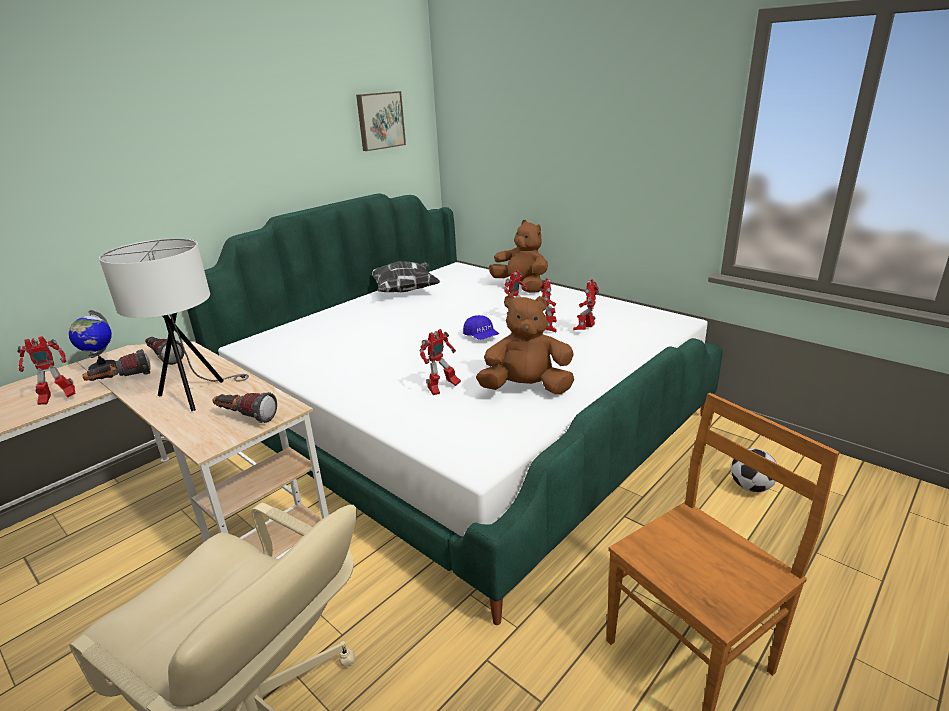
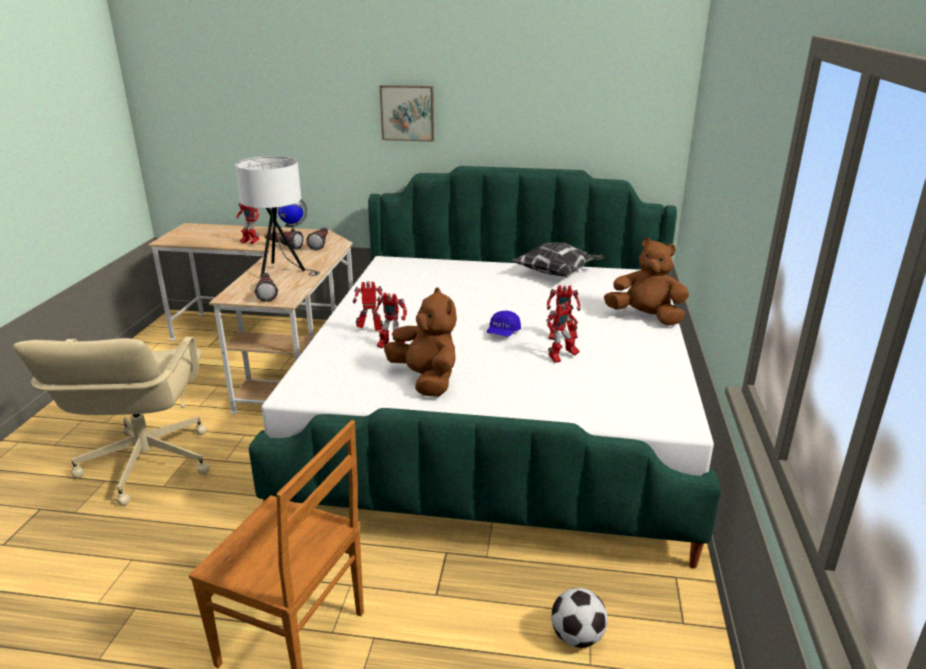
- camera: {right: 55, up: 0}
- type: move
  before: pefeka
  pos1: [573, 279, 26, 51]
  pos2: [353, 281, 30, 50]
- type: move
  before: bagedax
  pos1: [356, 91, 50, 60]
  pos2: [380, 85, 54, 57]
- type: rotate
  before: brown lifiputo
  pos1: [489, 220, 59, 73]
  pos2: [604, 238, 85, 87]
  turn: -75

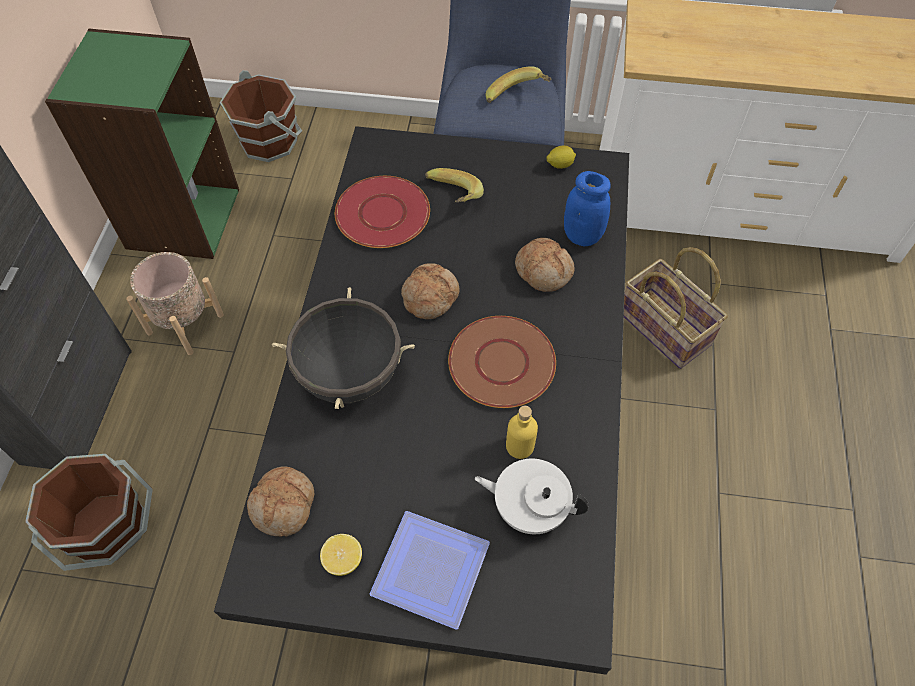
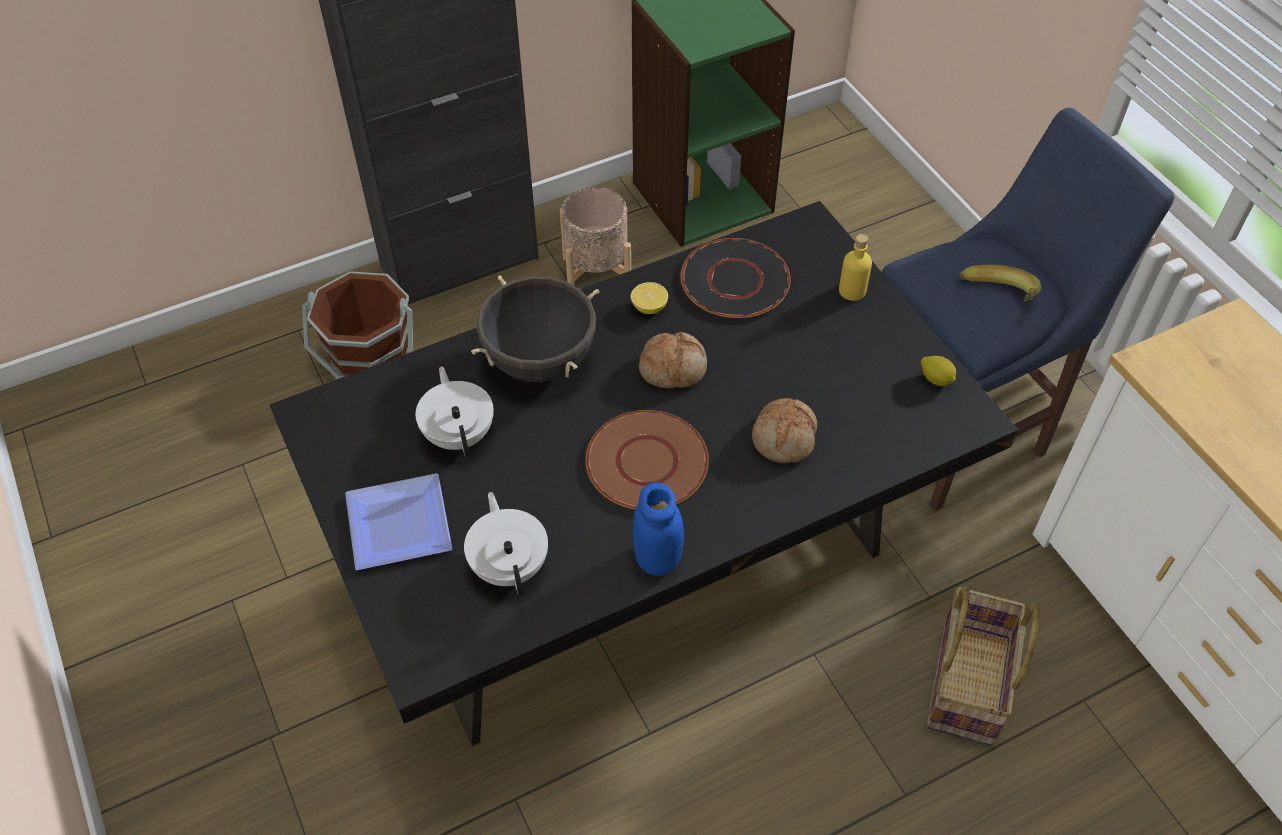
- camera: {right: 55, up: -5}
- type: insert
  after: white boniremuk
  pos2: [415, 366, 79, 91]
- type: move
  before: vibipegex
  pos1: [320, 534, 42, 42]
  pos2: [631, 282, 37, 32]
- type: move
  before: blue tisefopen
  pos1: [564, 171, 47, 76]
  pos2: [632, 483, 52, 93]
- type: recolor
  before: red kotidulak
  after: black kotidulak
  pos1: [335, 176, 95, 72]
  pos2: [681, 238, 110, 80]
- type: move
  before: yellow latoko
  pos1: [506, 406, 32, 53]
  pos2: [839, 234, 33, 67]
- type: delete
  before: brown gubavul
  pos1: [220, 70, 82, 92]
- type: delete
  before: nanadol
  pos1: [247, 467, 67, 70]
- type: delete
  before: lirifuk
  pos1: [425, 168, 59, 35]

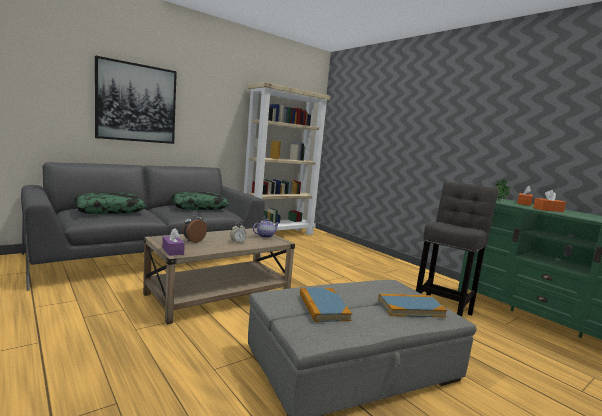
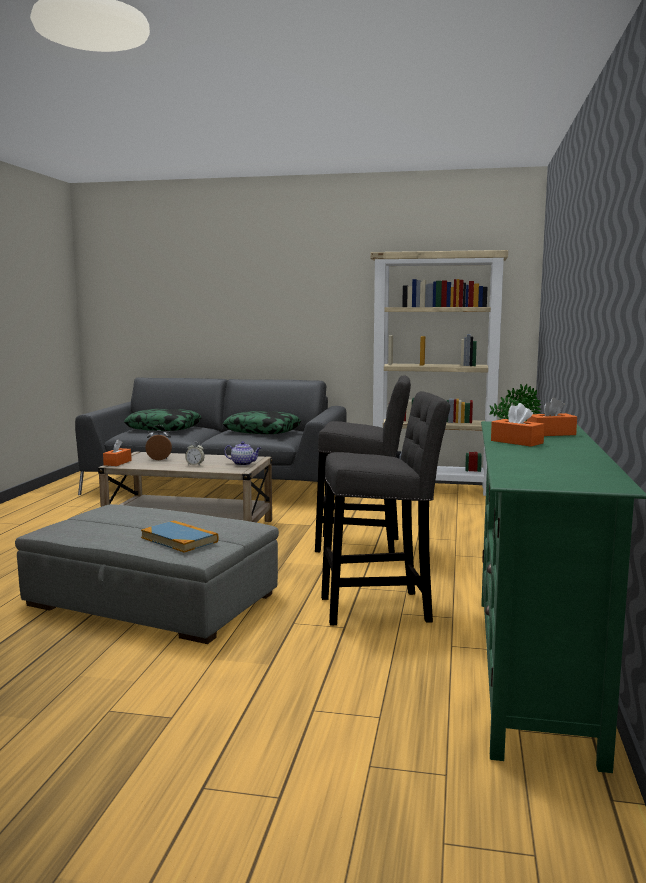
- camera: {right: 50, up: 0}
- type: recolor
  before: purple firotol
  after: orange firotol
  pos1: [162, 229, 23, 27]
  pos2: [103, 439, 29, 27]
- type: insert
  after: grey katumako
  pos2: [315, 375, 96, 178]
- type: delete
  before: bagedax
  pos1: [95, 56, 82, 88]
- type: delete
  before: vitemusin
  pos1: [300, 288, 52, 34]

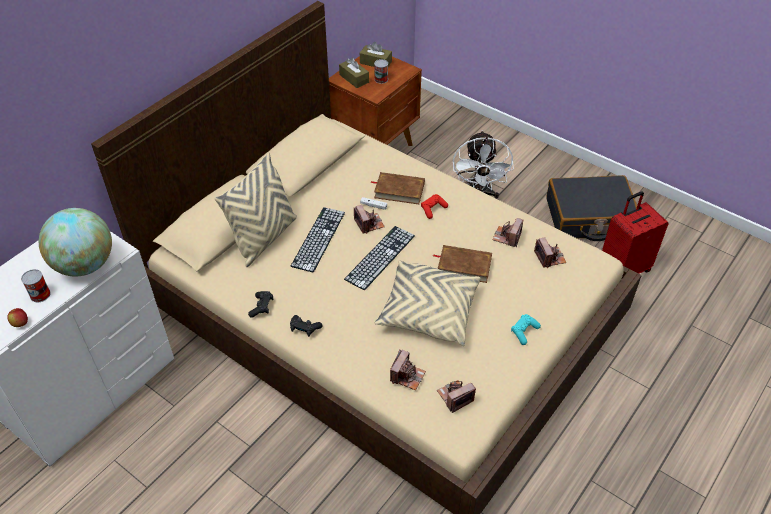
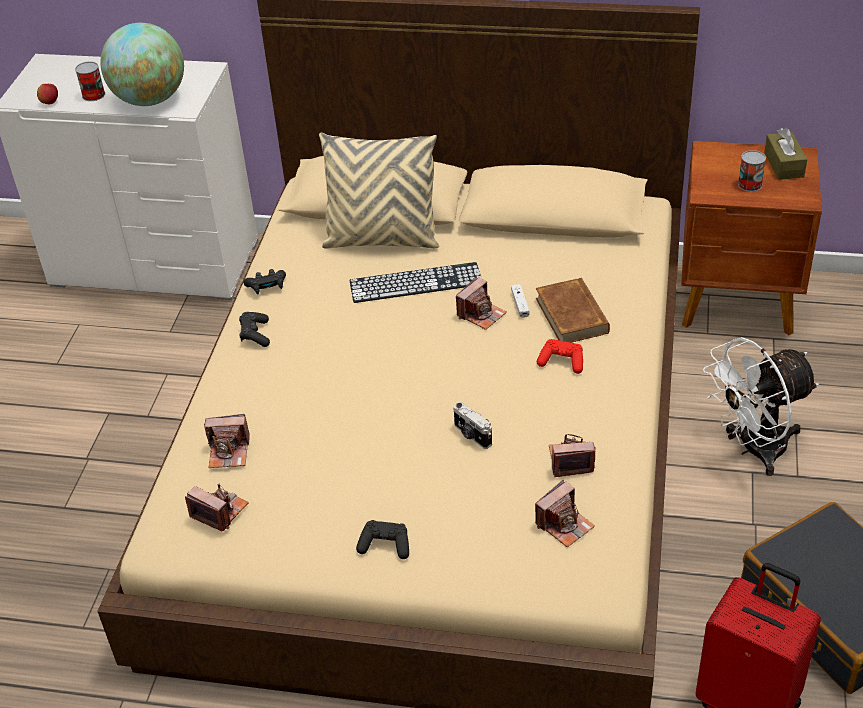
- camera: {right: 65, up: -5}
- type: recolor
  before: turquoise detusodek
  after: black detusodek
  pos1: [511, 314, 30, 31]
  pos2: [356, 520, 53, 39]
- type: replace
  before: brown vitemusin
  after: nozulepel
  pos1: [433, 245, 59, 38]
  pos2: [453, 402, 39, 47]
- type: delete
  before: brown firotol
  pos1: [339, 57, 30, 31]
- type: delete
  before: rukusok
  pos1: [344, 226, 71, 65]
- type: delete
  before: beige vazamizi
  pos1: [375, 260, 105, 86]

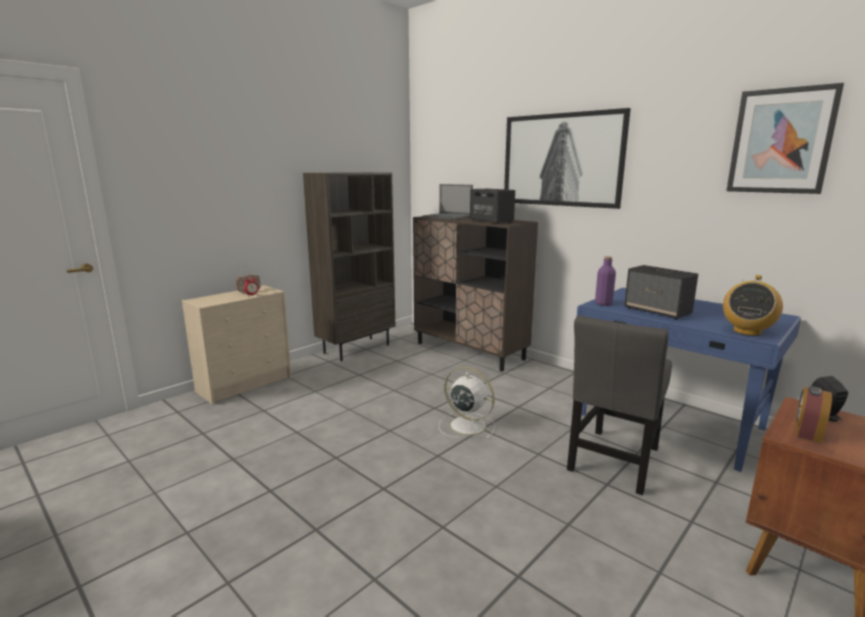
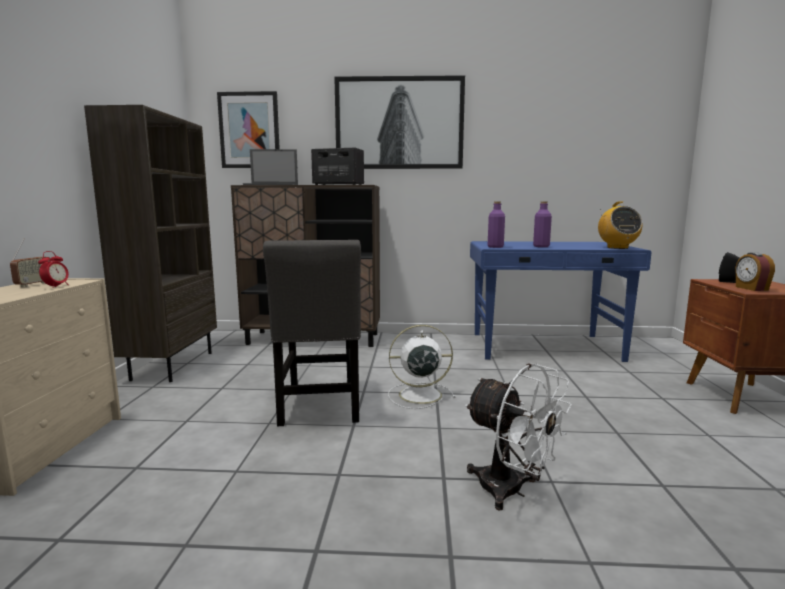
- camera: {right: -40, up: -5}
- type: move
  before: bagedax
  pos1: [727, 83, 117, 111]
  pos2: [217, 91, 63, 77]
- type: move
  before: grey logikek
  pos1: [567, 316, 105, 179]
  pos2: [263, 240, 98, 186]
- type: insert
  after: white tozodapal
  pos2: [465, 363, 107, 148]
- type: replace
  before: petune
  after: purple latoko
  pos1: [624, 265, 74, 55]
  pos2: [533, 202, 19, 45]

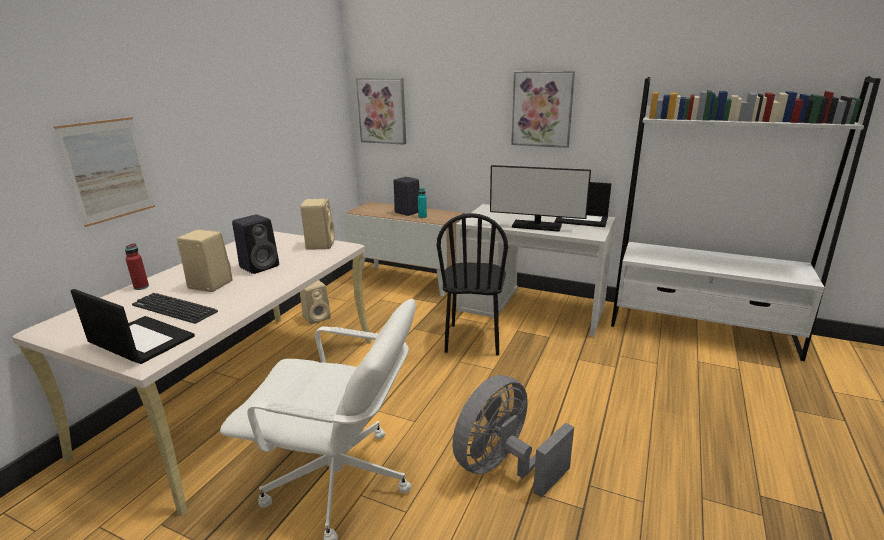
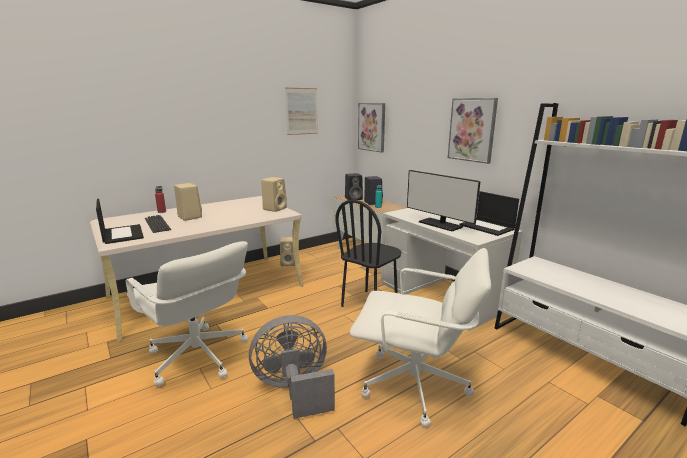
- camera: {right: 30, up: -5}
- type: move
  before: bagedax
  pos1: [53, 117, 102, 110]
  pos2: [285, 88, 33, 47]
- type: move
  before: black petune
  pos1: [232, 214, 47, 60]
  pos2: [345, 173, 18, 27]
- type: insert
  after: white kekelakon
  pos2: [350, 248, 141, 179]

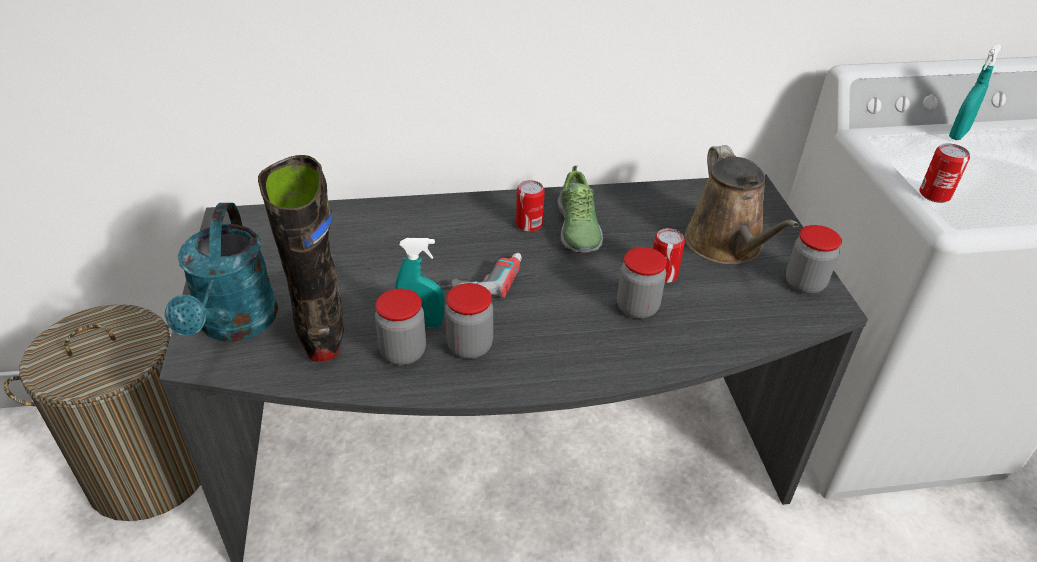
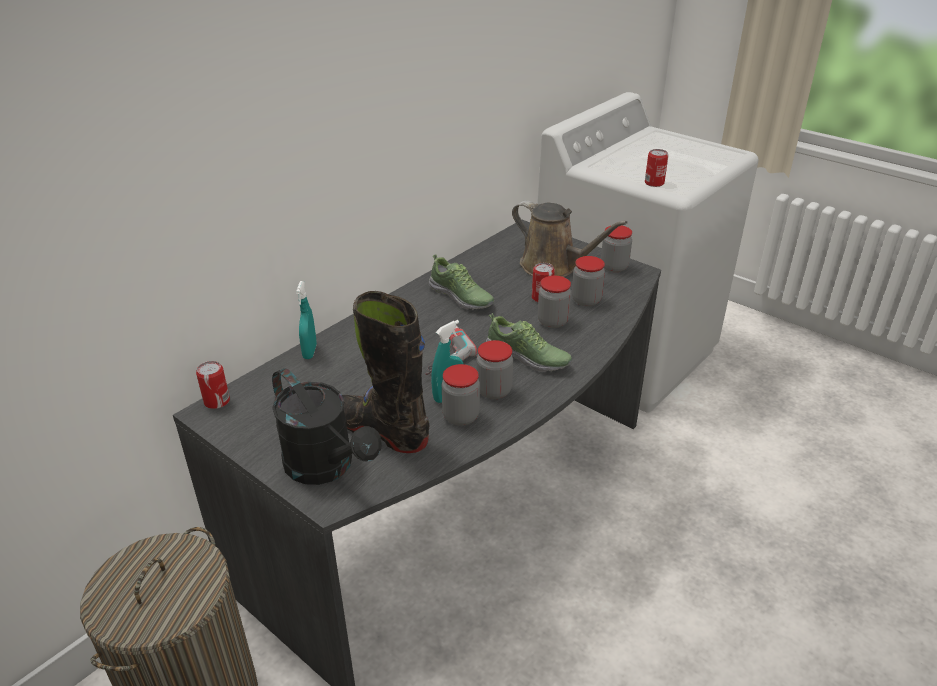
- camera: {right: -40, up: -5}
- type: move
  before: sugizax
  pos1: [516, 180, 29, 52]
  pos2: [196, 361, 34, 48]
- type: recolor
  before: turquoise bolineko
  after: black bolineko
  pos1: [165, 203, 113, 139]
  pos2: [272, 368, 110, 117]
- type: move
  before: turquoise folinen
  pos1: [949, 44, 53, 96]
  pos2: [296, 281, 21, 78]
- type: insert
  after: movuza
  pos2: [486, 313, 86, 59]
- type: insert
  after: tisefopen
  pos2: [572, 256, 33, 51]

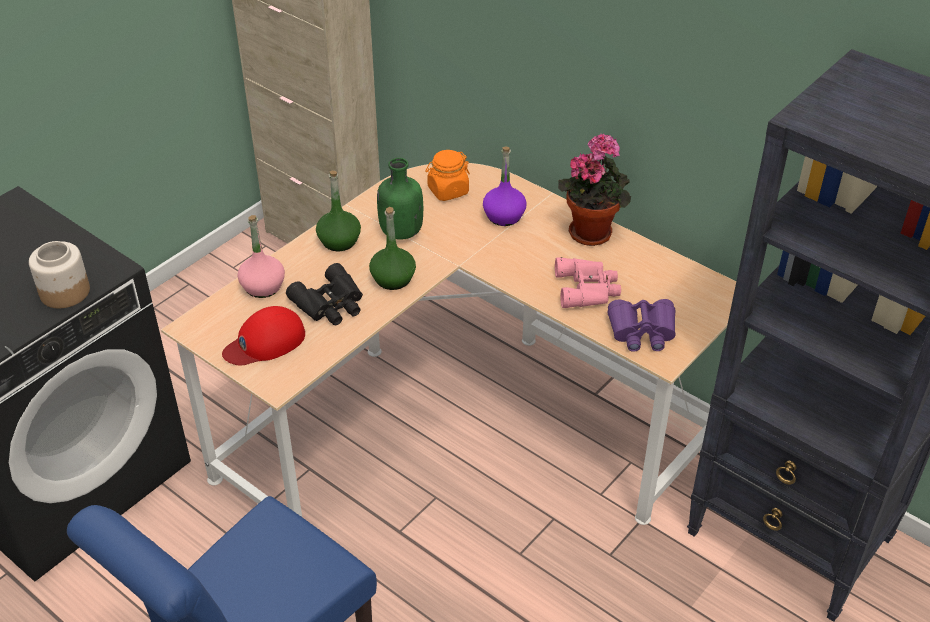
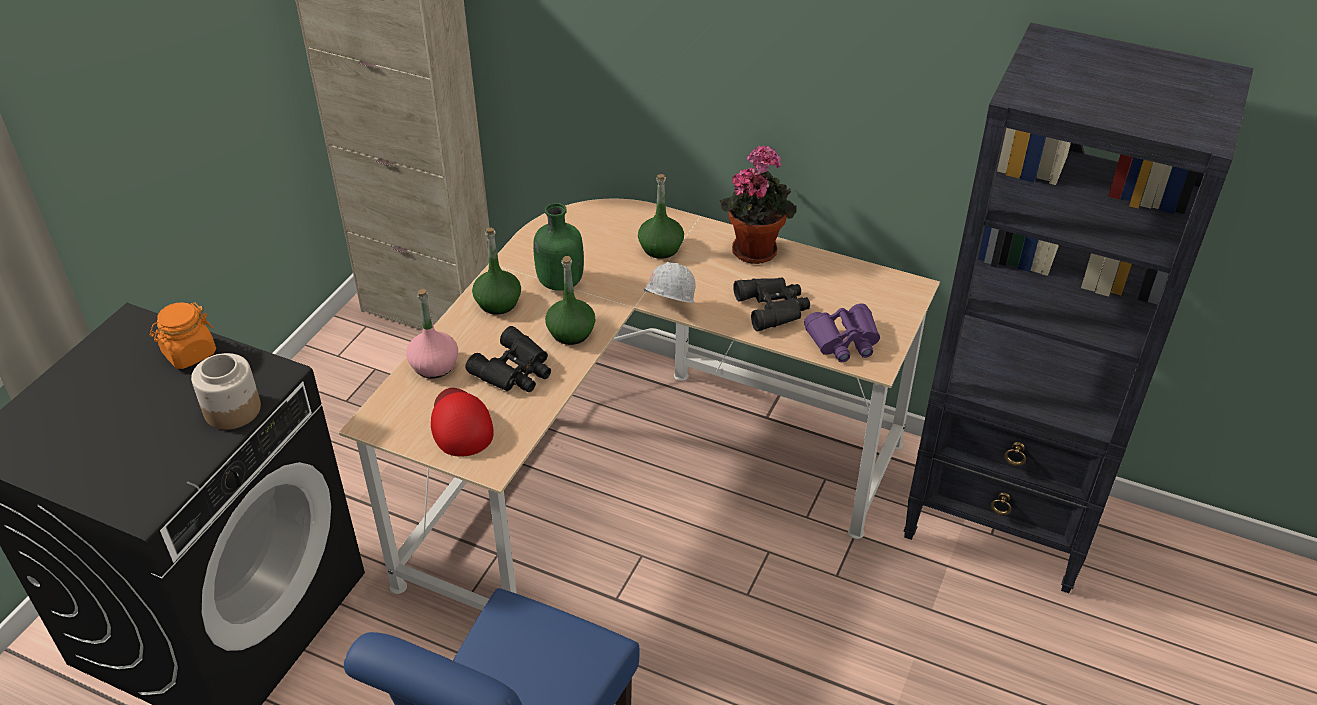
- camera: {right: -15, up: 0}
- type: move
  before: orange tisefopen
  pos1: [425, 150, 45, 51]
  pos2: [150, 302, 66, 67]
- type: rotate
  before: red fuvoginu
  pos1: [222, 306, 83, 60]
  pos2: [431, 388, 63, 69]
  turn: 120
- type: recolor
  before: purple latoko
  after: green latoko
  pos1: [483, 147, 44, 79]
  pos2: [638, 174, 46, 85]
- type: insert
  after: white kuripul
  pos2: [644, 262, 52, 41]
- type: recolor
  before: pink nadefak
  after: black nadefak
  pos1: [555, 257, 66, 51]
  pos2: [733, 278, 77, 53]

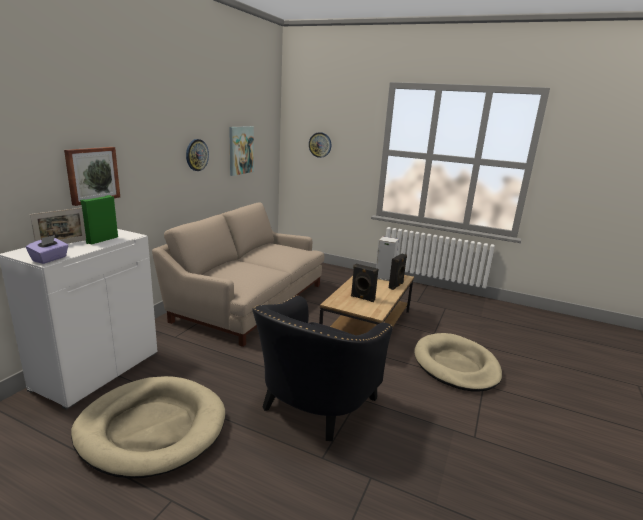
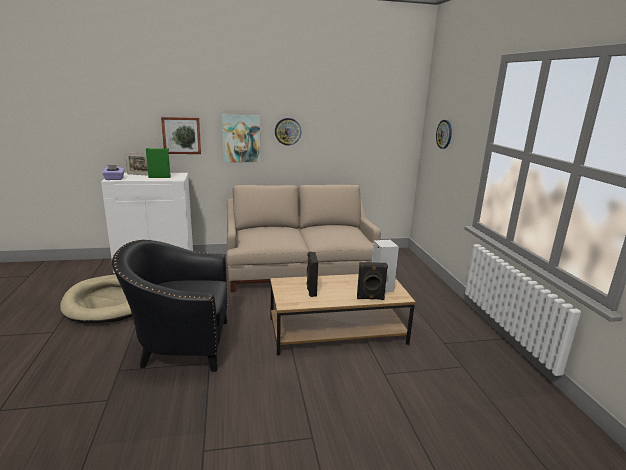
- camera: {right: 55, up: 0}
- type: move
  before: bagedax
  pos1: [229, 126, 25, 50]
  pos2: [222, 115, 38, 47]
- type: delete
  before: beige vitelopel
  pos1: [414, 333, 88, 59]

